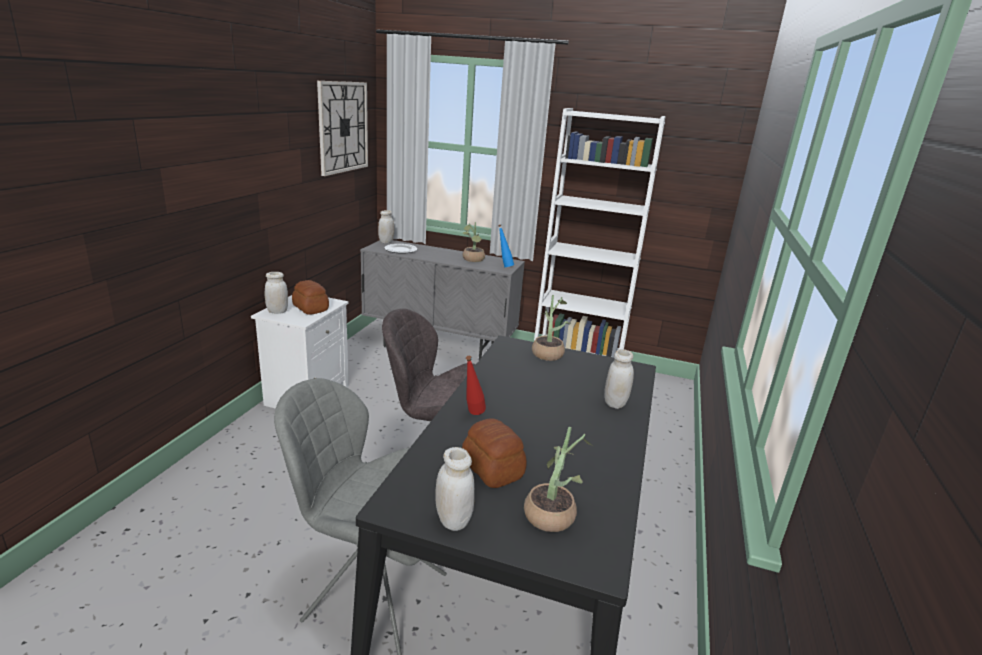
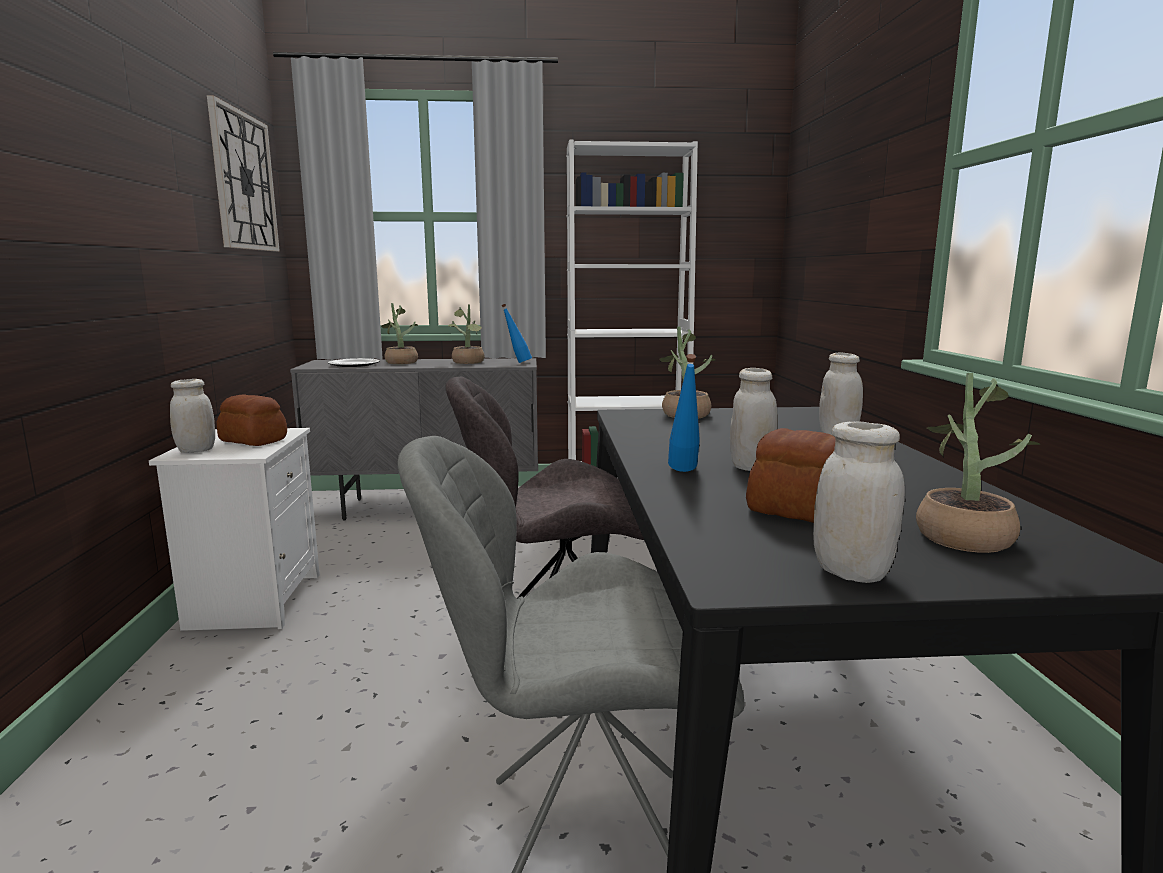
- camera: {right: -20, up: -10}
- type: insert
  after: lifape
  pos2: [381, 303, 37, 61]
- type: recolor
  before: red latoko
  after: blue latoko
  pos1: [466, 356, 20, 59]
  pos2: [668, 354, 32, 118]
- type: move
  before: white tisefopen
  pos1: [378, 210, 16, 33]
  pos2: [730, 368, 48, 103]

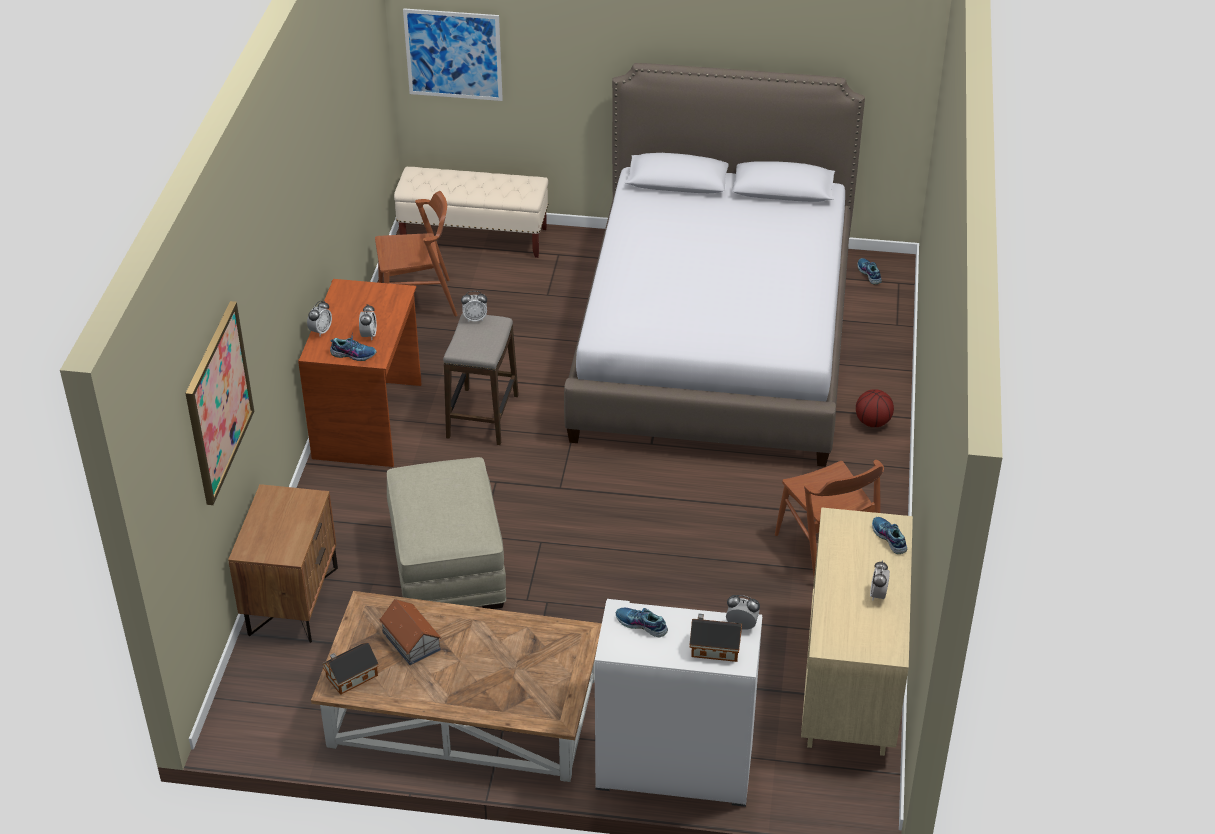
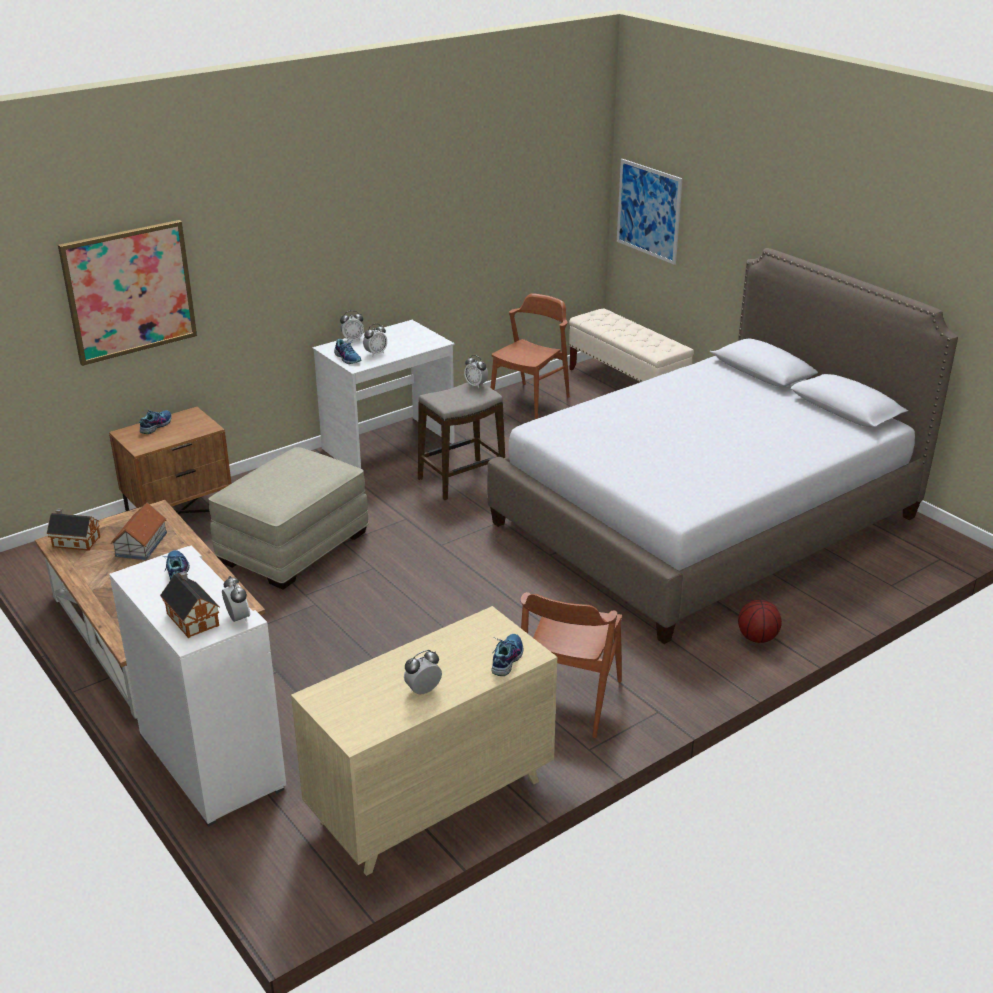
- camera: {right: 45, up: -10}
- type: move
  before: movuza
  pos1: [858, 258, 24, 26]
  pos2: [139, 408, 33, 26]
- type: recolor
  before: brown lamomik
  after: white lamomik
  pos1: [298, 279, 124, 188]
  pos2: [313, 320, 142, 149]
- type: rotate
  before: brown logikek
  pos1: [375, 191, 82, 125]
  pos2: [491, 293, 79, 126]
  turn: -90

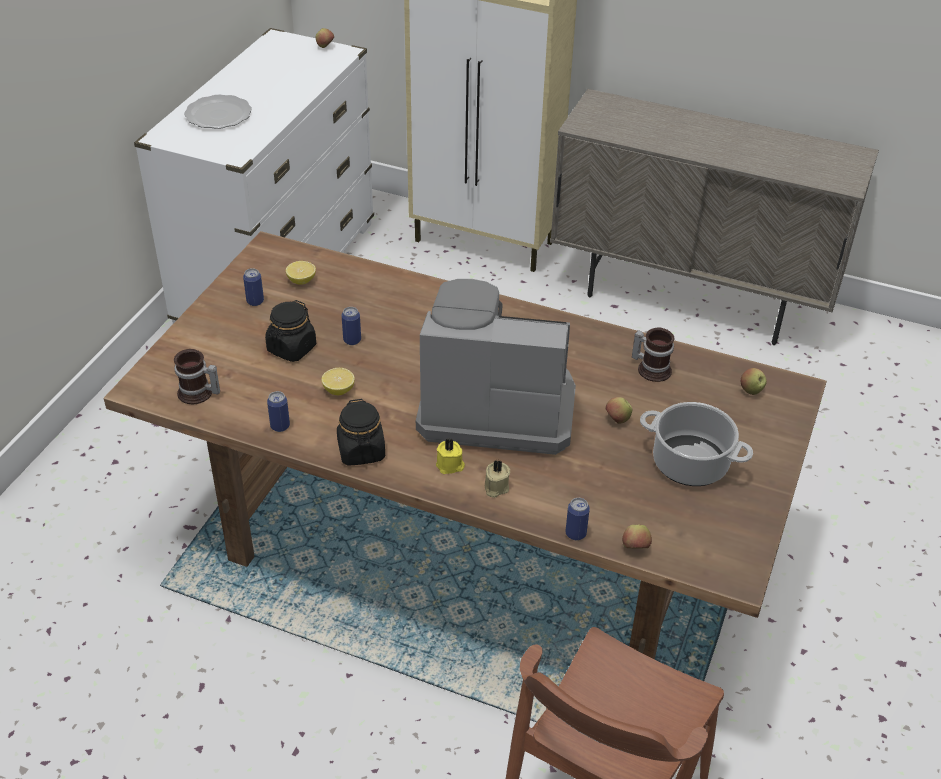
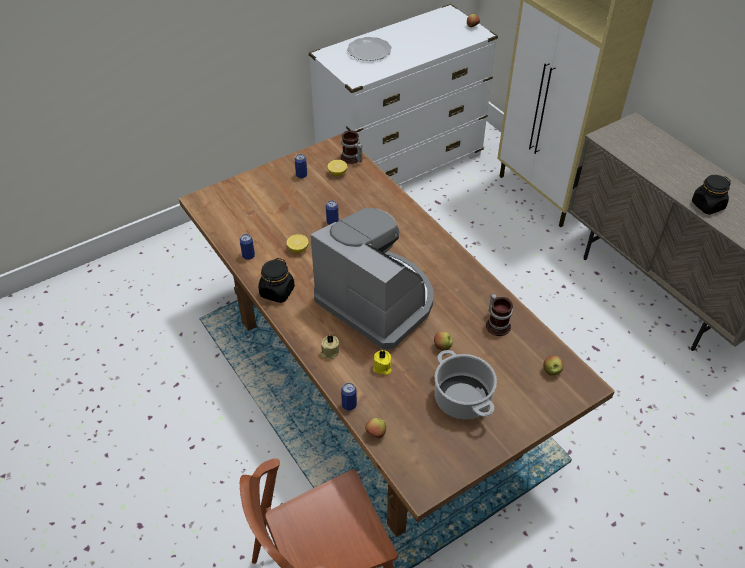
- camera: {right: 35, up: 5}
- type: move
  before: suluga
  pos1: [174, 349, 46, 55]
  pos2: [341, 130, 21, 34]
- type: move
  before: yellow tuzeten
  pos1: [436, 439, 29, 35]
  pos2: [373, 350, 19, 25]
- type: move
  before: black tisefopen
  pos1: [265, 300, 51, 62]
  pos2: [692, 175, 39, 39]

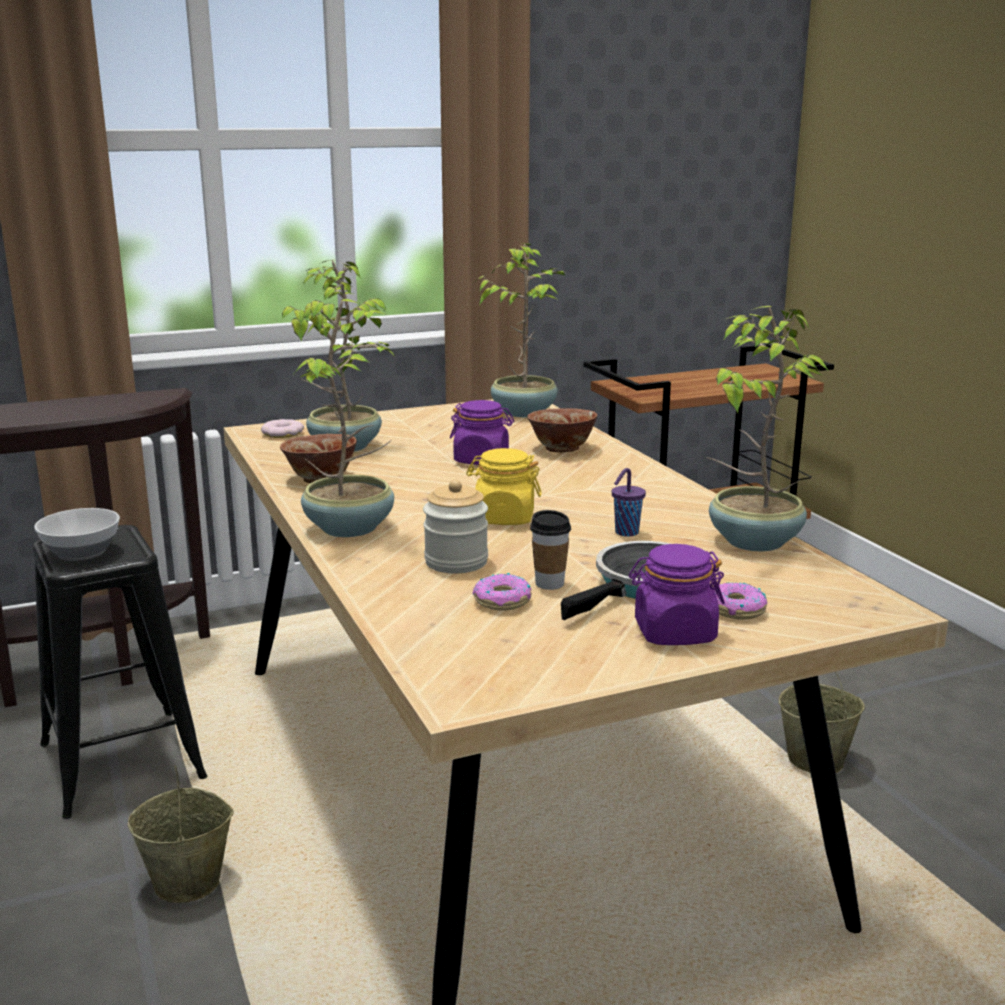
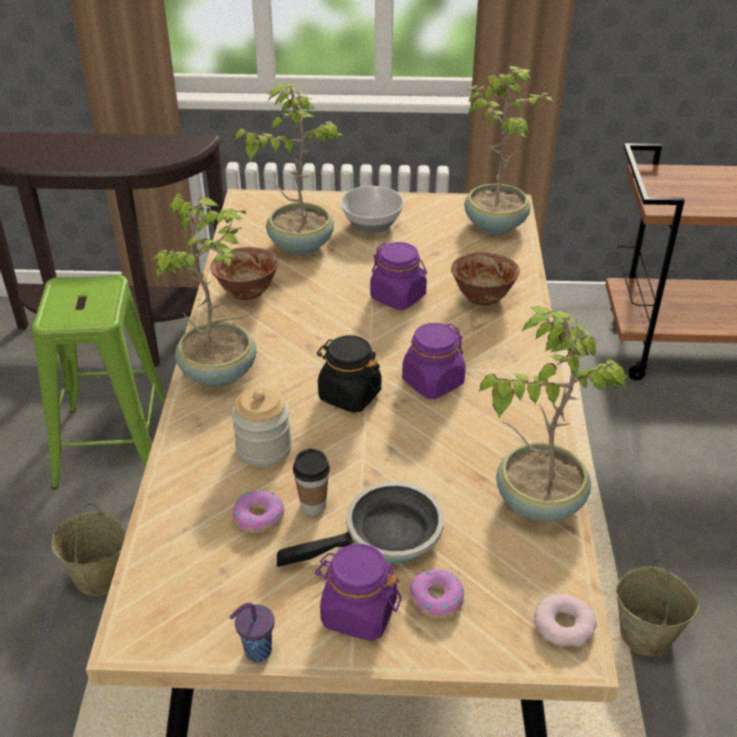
- camera: {right: 25, up: 20}
- type: recolor
  before: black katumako
  after: green katumako
  pos1: [33, 525, 175, 294]
  pos2: [32, 275, 134, 214]
- type: move
  before: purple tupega
  pos1: [612, 468, 34, 69]
  pos2: [230, 603, 45, 59]
- type: recolor
  before: yellow tisefopen
  after: black tisefopen
  pos1: [466, 448, 76, 77]
  pos2: [317, 335, 65, 78]
- type: move
  before: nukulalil
  pos1: [34, 508, 86, 53]
  pos2: [340, 186, 64, 48]
- type: insert
  after: purple tisefopen
  pos2: [402, 323, 63, 76]
- type: move
  before: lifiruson
  pos1: [261, 419, 43, 19]
  pos2: [534, 594, 63, 53]

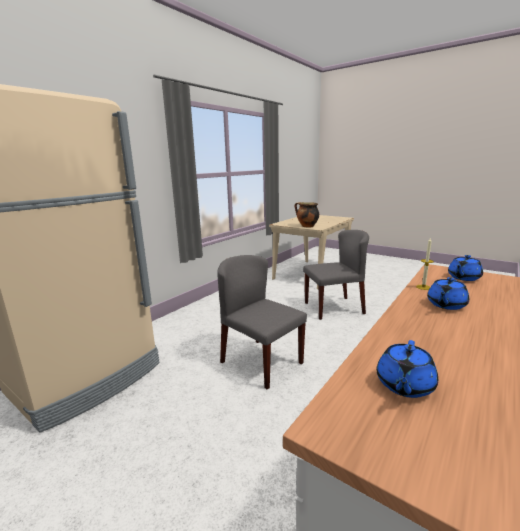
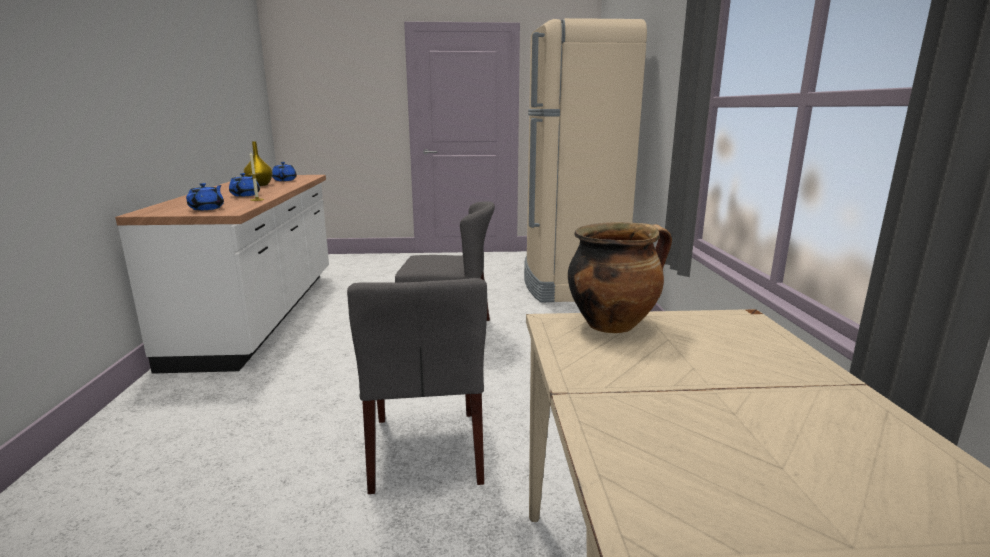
- camera: {right: 140, up: 0}
- type: insert
  after: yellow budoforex
  pos2: [244, 141, 28, 45]
- type: rotate
  before: grey logikek
  pos1: [303, 230, 66, 90]
  pos2: [347, 278, 140, 216]
  turn: -45

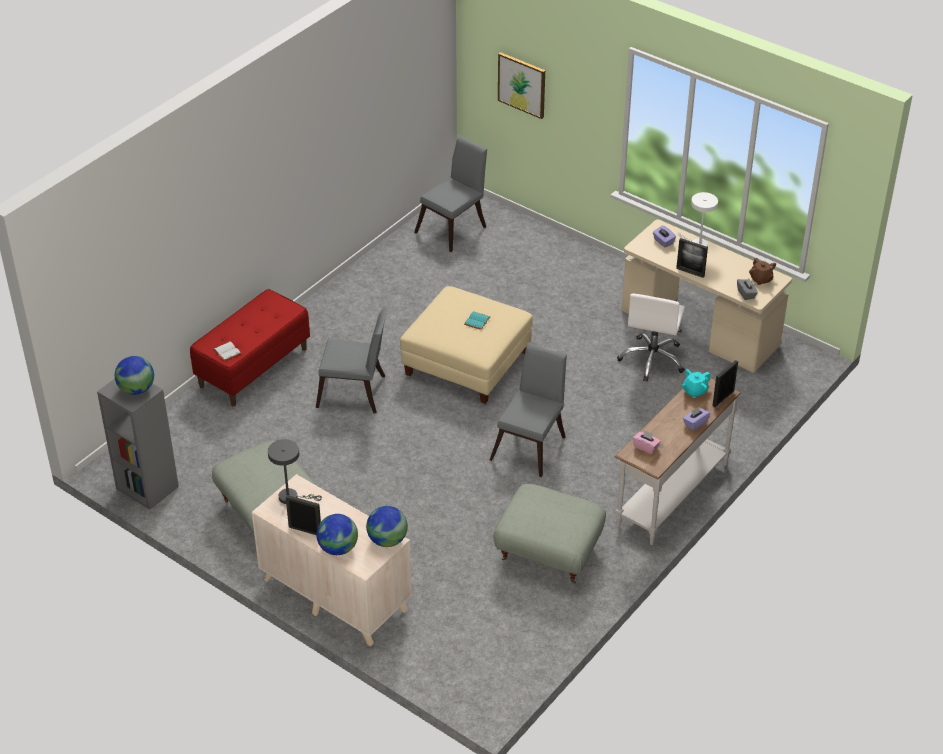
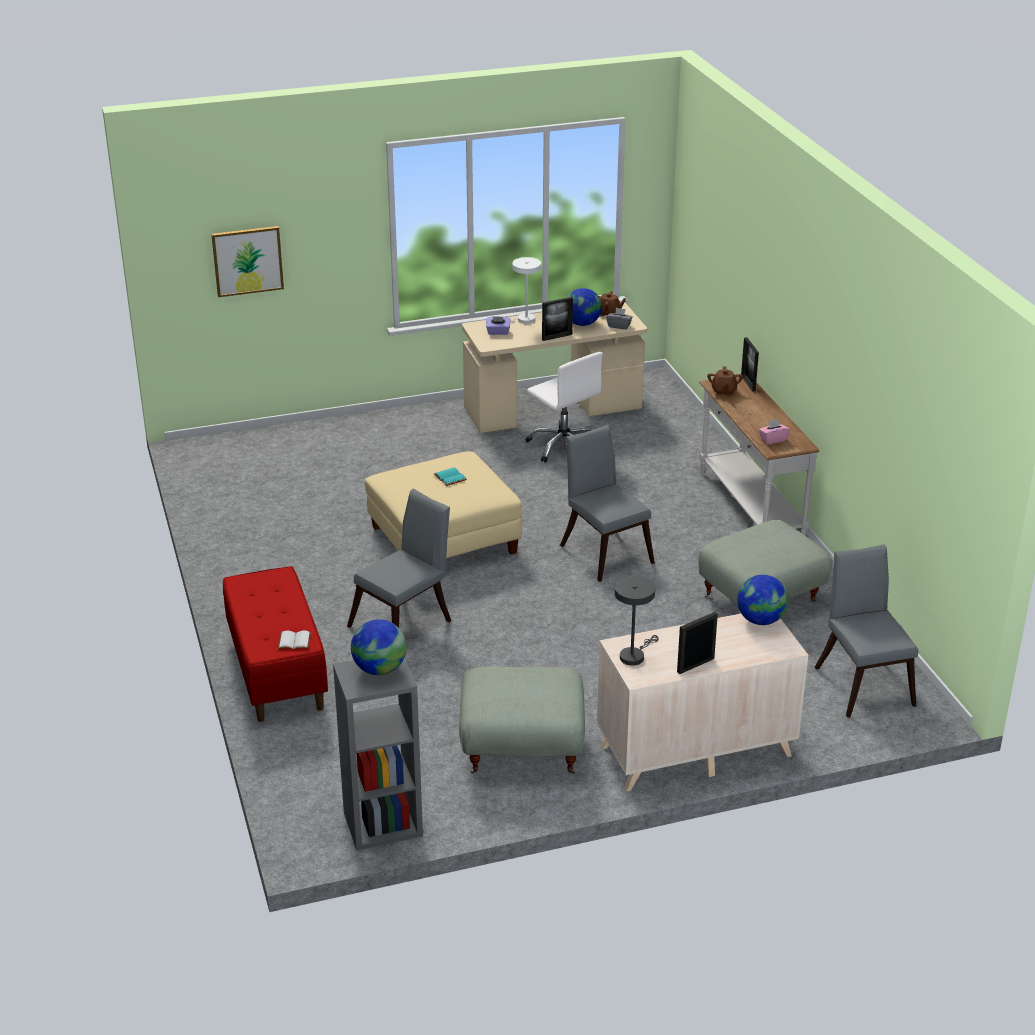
- camera: {right: -55, up: -10}
- type: move
  before: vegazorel
  pos1: [316, 514, 42, 41]
  pos2: [567, 288, 35, 38]
- type: recolor
  before: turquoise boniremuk
  after: brown boniremuk
  pos1: [682, 369, 29, 29]
  pos2: [707, 366, 36, 30]
- type: move
  before: grey logikek
  pos1: [414, 135, 73, 117]
  pos2: [815, 544, 104, 174]
- type: delete
  before: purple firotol
  pos1: [683, 407, 27, 24]

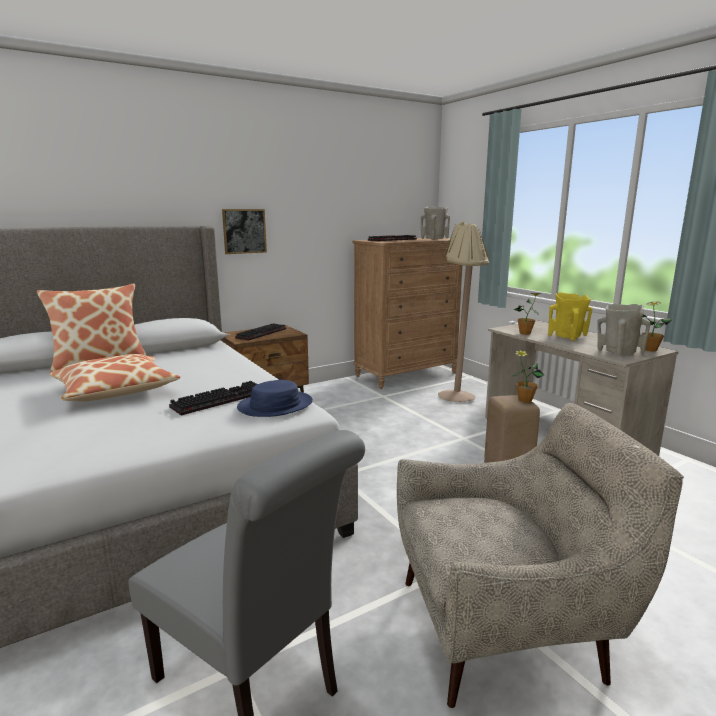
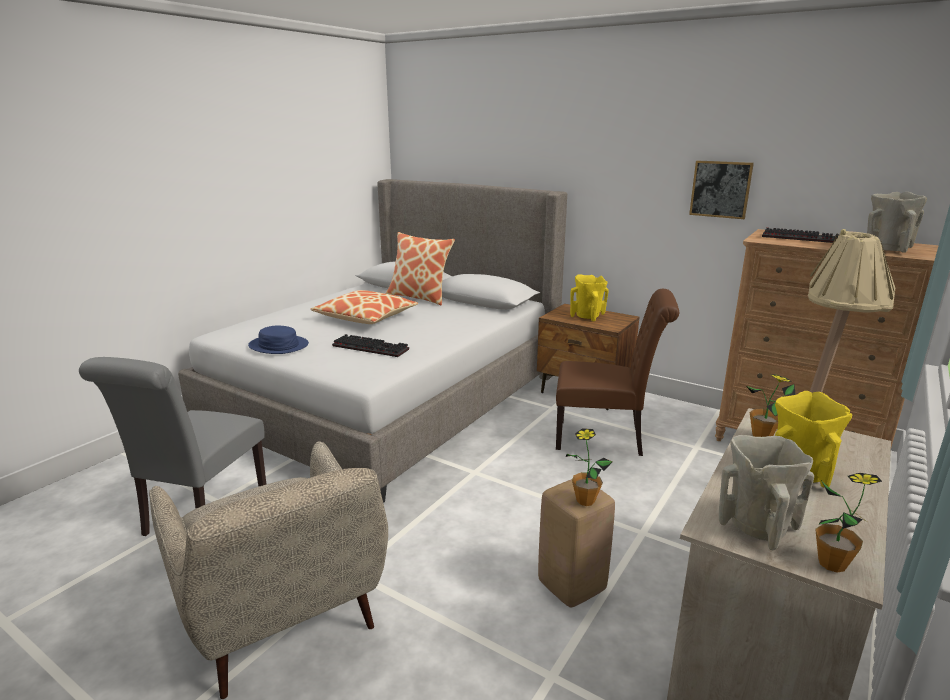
- camera: {right: 65, up: 5}
- type: move
  before: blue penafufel
  pos1: [237, 380, 76, 37]
  pos2: [248, 326, 61, 28]
- type: insert
  after: brown logikek
  pos2: [556, 289, 123, 167]
- type: replace
  before: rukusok
  after: yellow budoforex
  pos1: [235, 323, 51, 18]
  pos2: [570, 274, 39, 48]
- type: move
  before: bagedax
  pos1: [222, 209, 45, 45]
  pos2: [689, 161, 65, 58]

